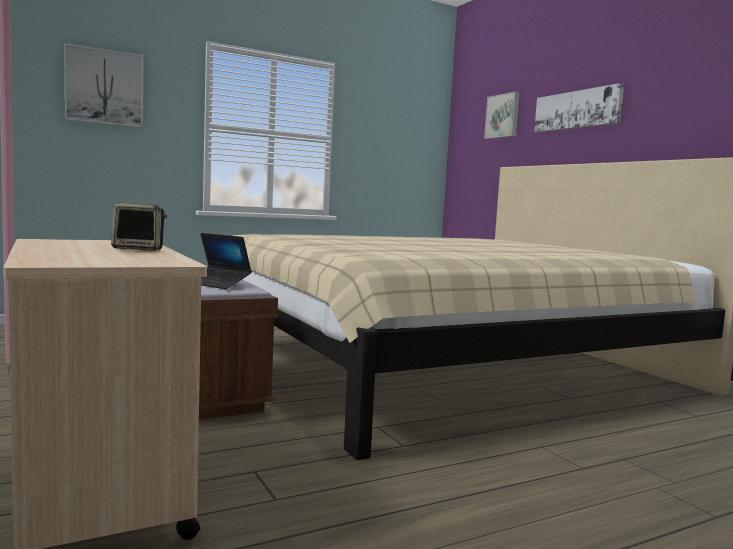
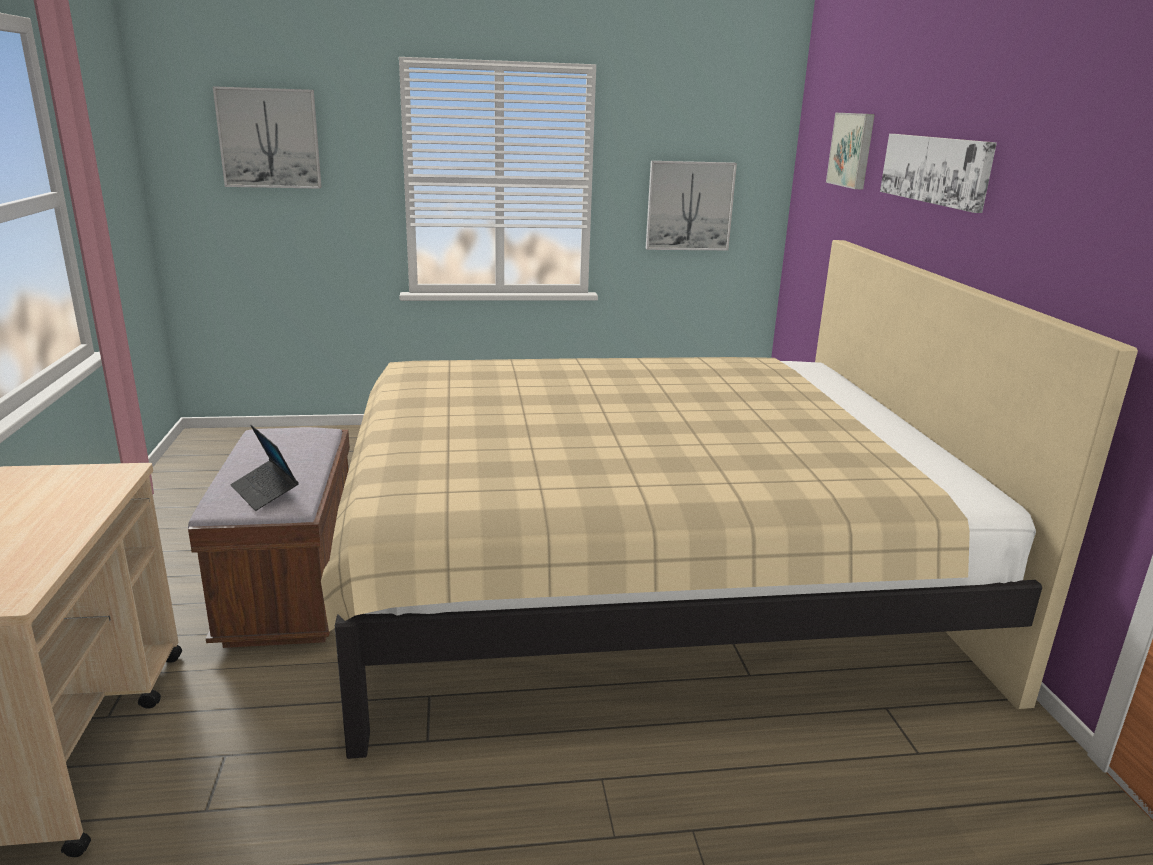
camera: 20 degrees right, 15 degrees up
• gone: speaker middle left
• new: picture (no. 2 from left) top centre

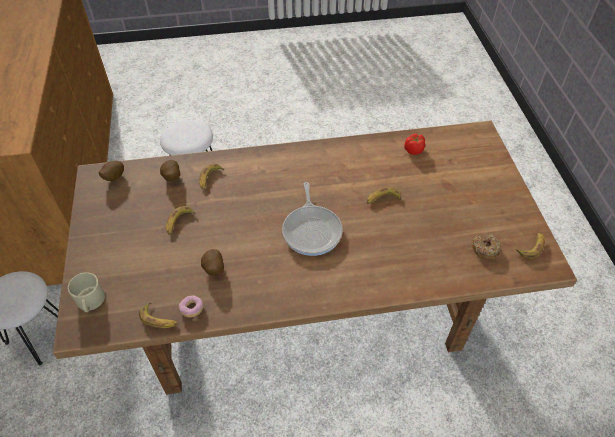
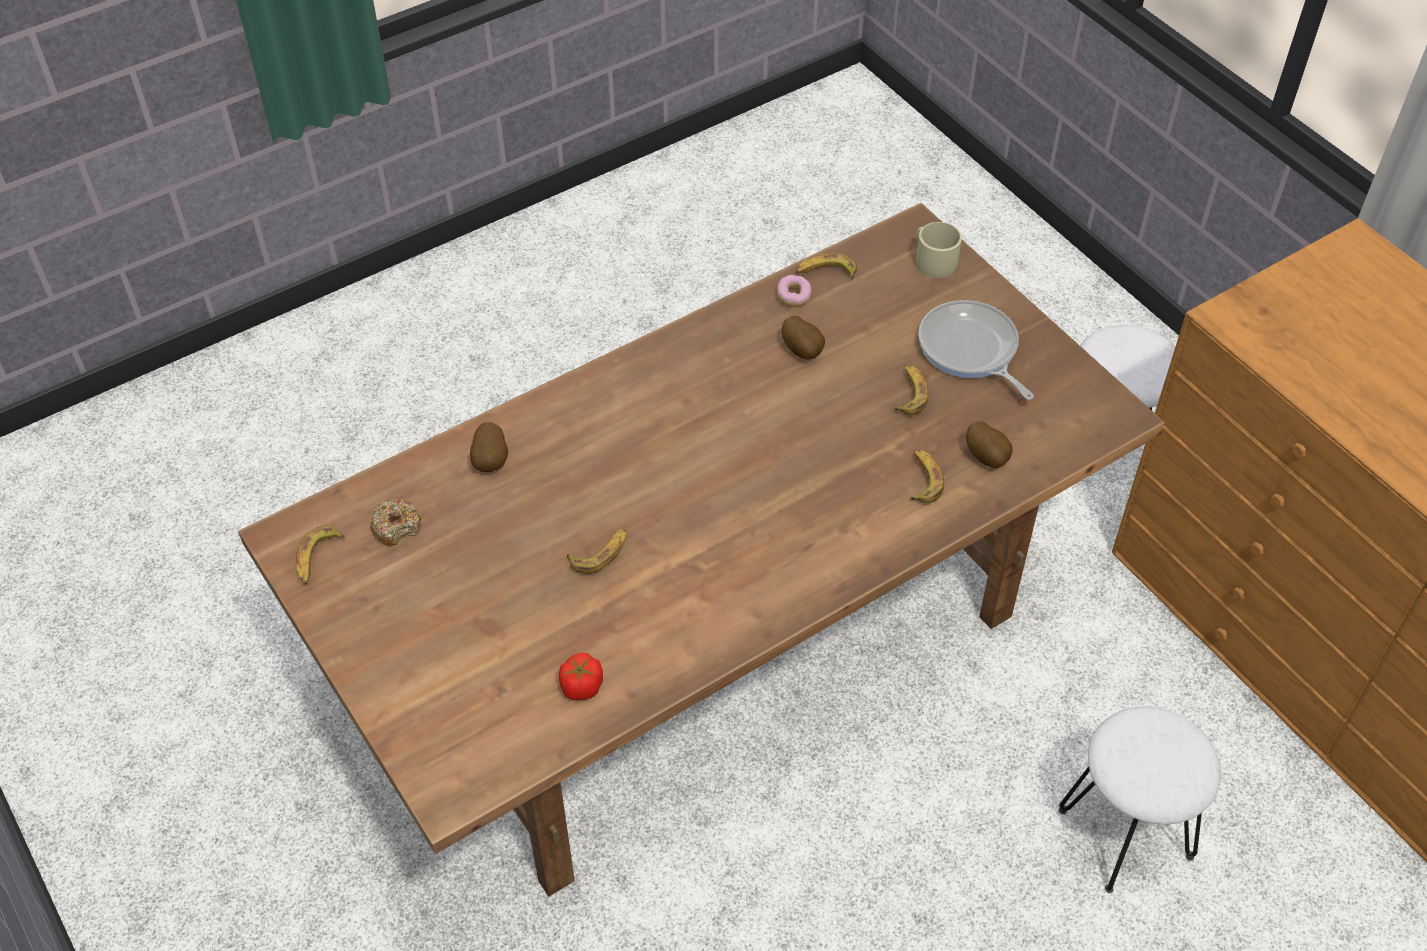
camera: 155 degrees right, 0 degrees up
• shifted: potato (no. 1 from left) middle left to centre
• shifted: frying_pan centre to middle right

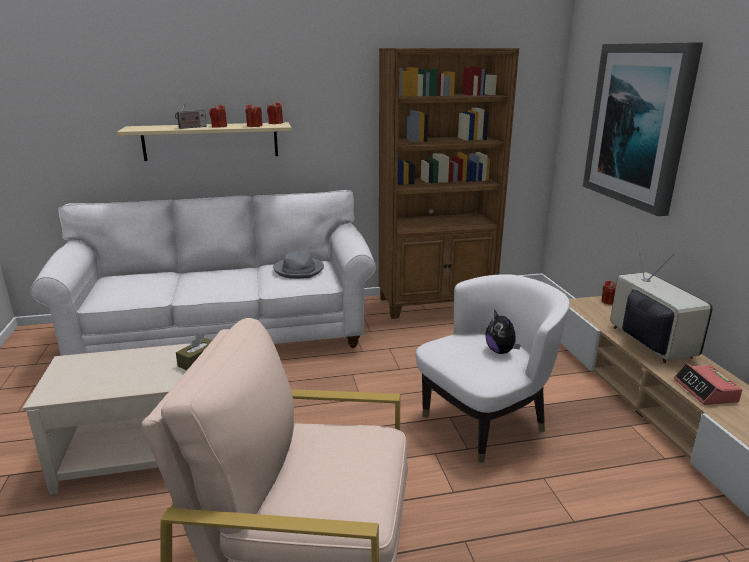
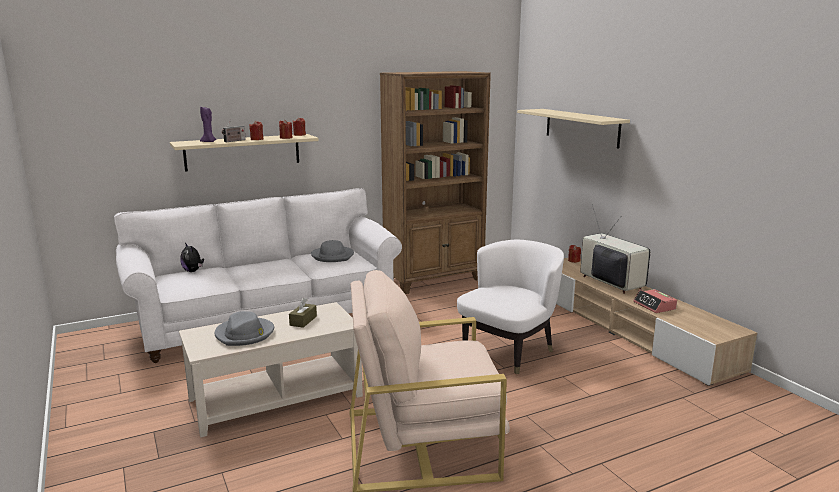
camera: 15 degrees left, 5 degrees down
• shifted: plush_toy middle right to middle left
• swapped: picture top right to beige_shelf (no. 2 from left) top right
• new: purple_candle top left
• new: grey_hat (no. 1 from left) bottom left

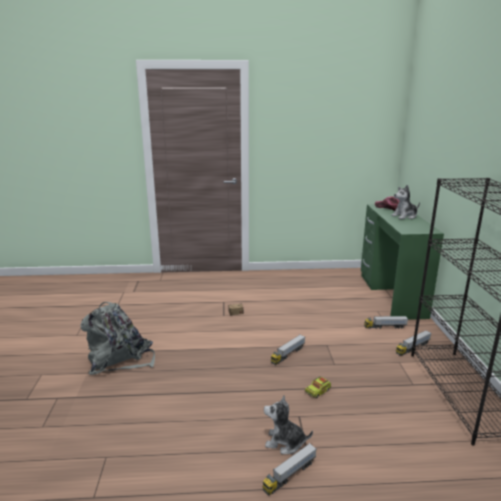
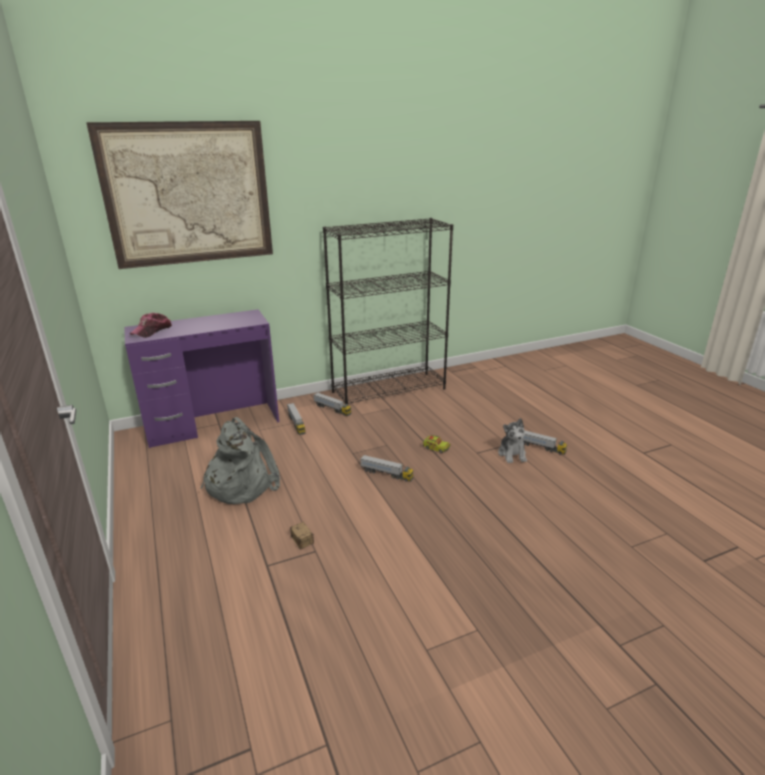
camera: 110 degrees left, 5 degrees up
• shifted: grey_backpack bottom left to middle left
• repainted: green_desk middle right to purple_desk middle left
• gone: plush_toy (no. 2 from left) middle right
• new: picture top left

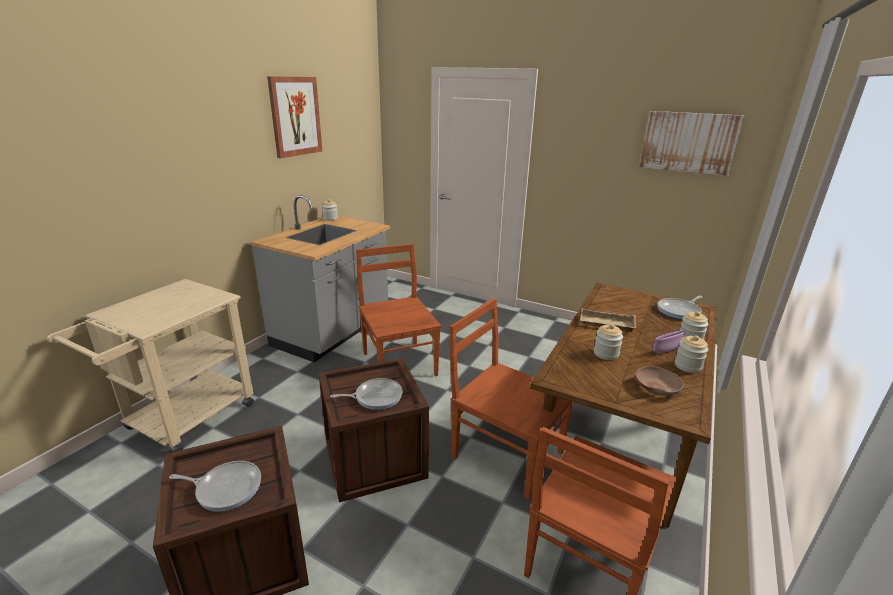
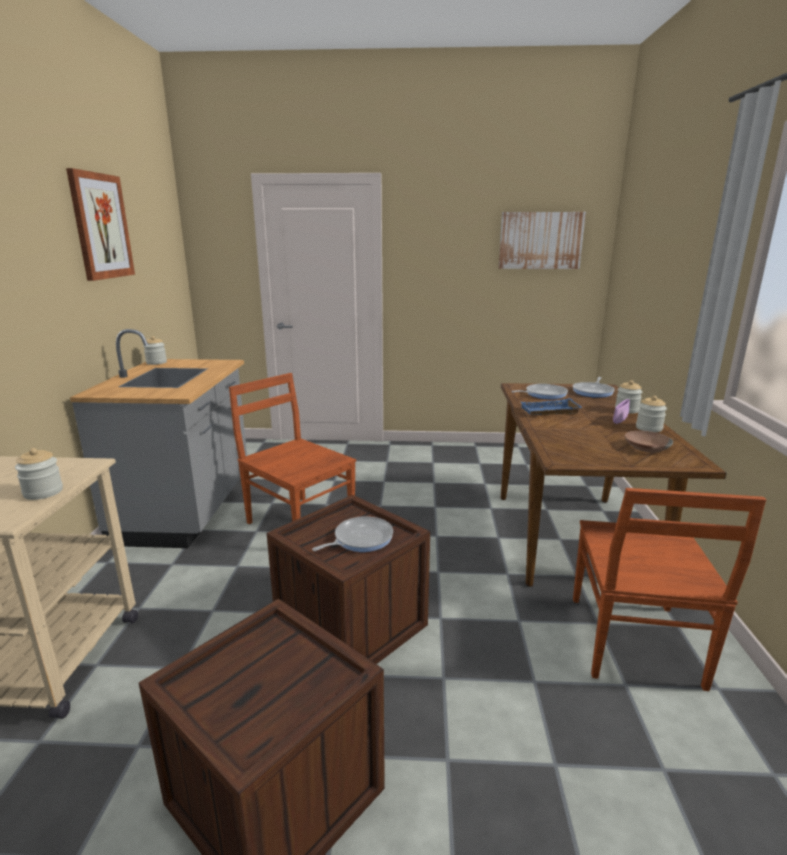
camera: 25 degrees left, 5 degrees down
• shifted: frying_pan (no. 1 from left in the first image) bottom left to frying_pan (no. 2 from left) middle right
• gone: brown_chair (no. 2 from left) bottom centre
• repainted: beige_tray middle right to blue_tray middle right
• shifted: jar (no. 2 from left in the first image) middle right to jar (no. 1 from left) middle left

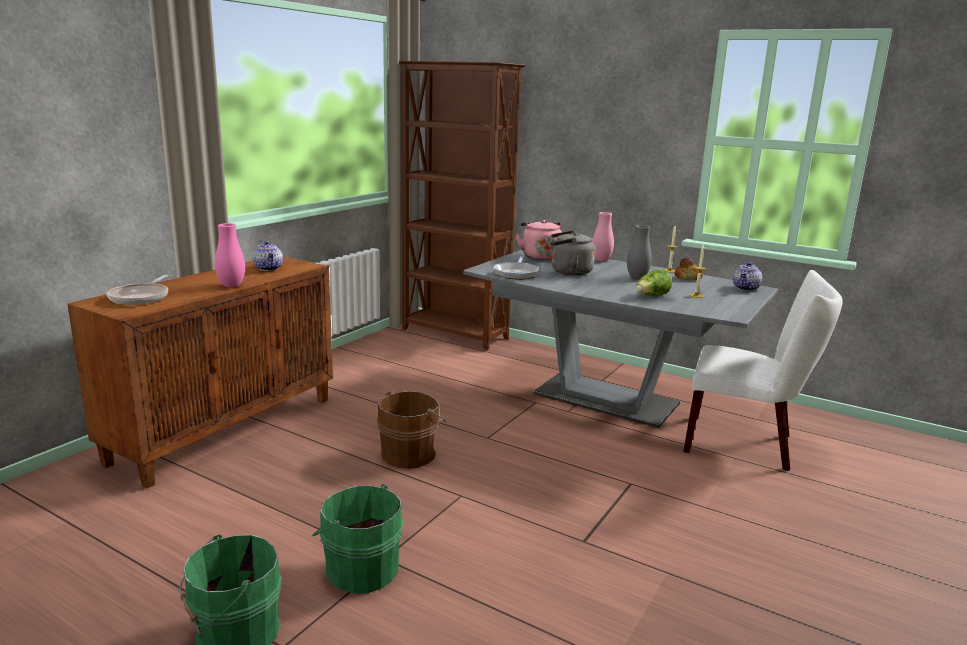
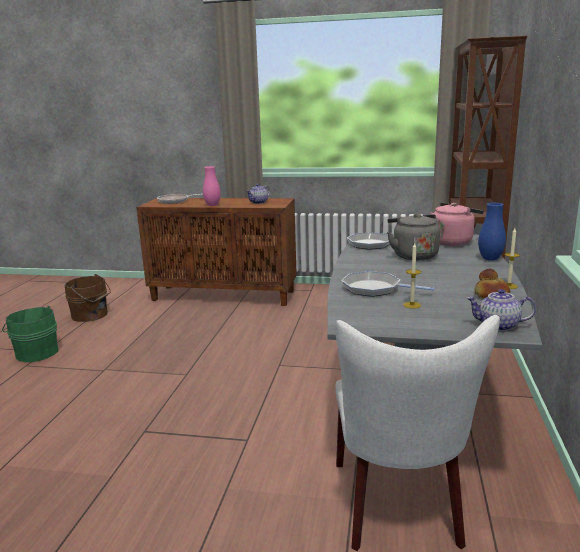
camera: 70 degrees right, 0 degrees up
• gone: green_bucket (no. 2 from left) bottom centre
• shifted: brown_bucket bottom centre to middle left
• repainted: pink_vase (no. 2 from left) centre to blue_vase middle right
• gone: grey_vase centre
• swapped: lettuce middle right to frying_pan (no. 3 from left) middle right

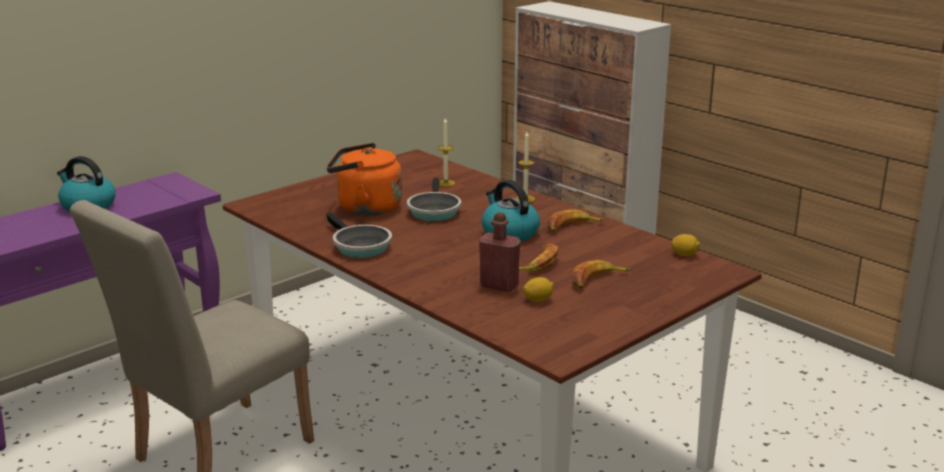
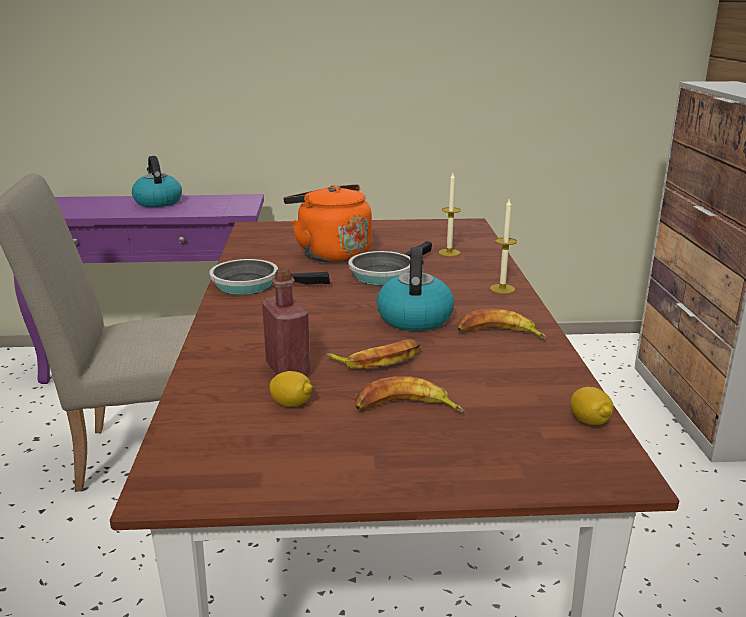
camera: 40 degrees right, 0 degrees up
• rotated: frying_pan (no. 1 from left) centre = centre 90 degrees clockwise

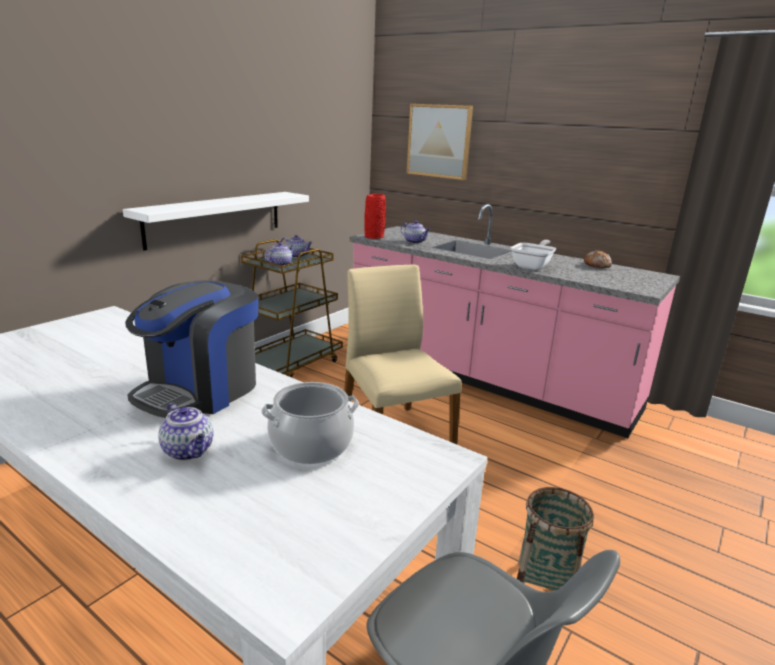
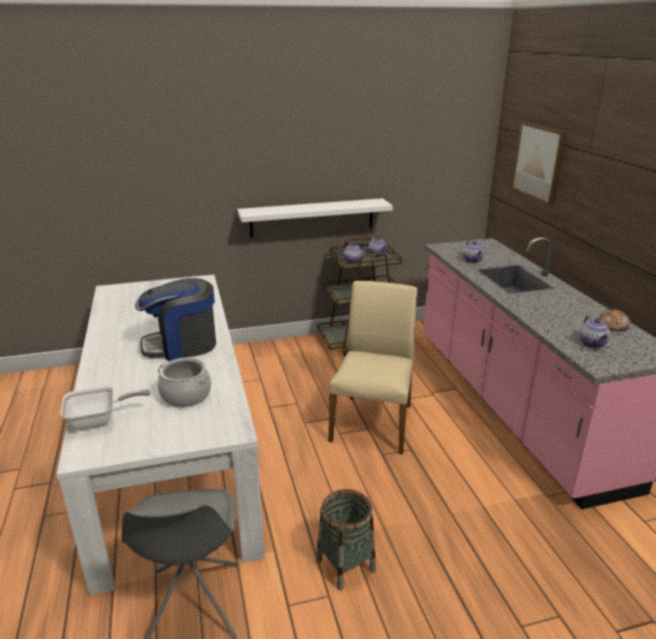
camera: 40 degrees right, 5 degrees up
• shifted: teapot (no. 1 from left in the first image) middle left to teapot (no. 4 from left) middle right
• gone: red_vase top centre
• shifted: frying_pan middle right to middle left

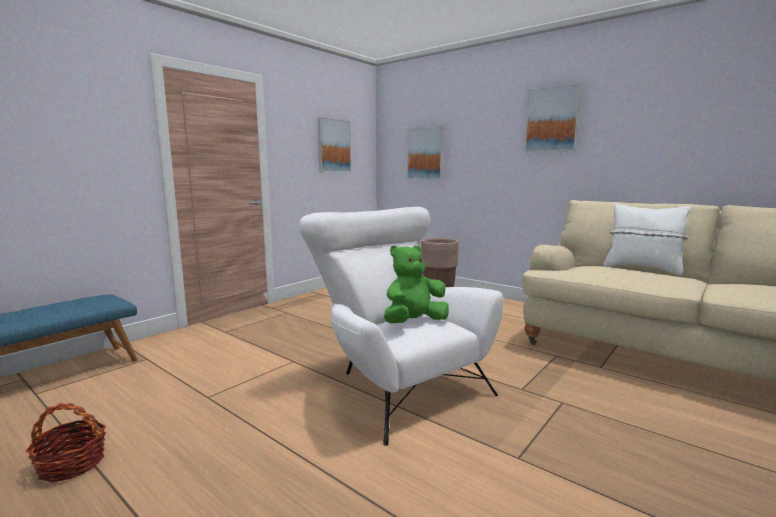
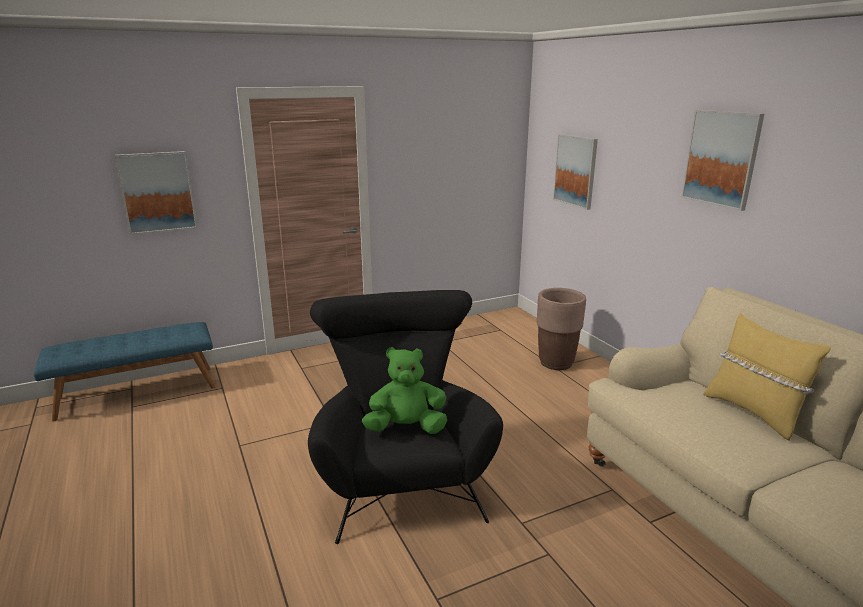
camera: 25 degrees right, 10 degrees up
• gone: basket bottom left
• repainted: white_armchair centre to black_armchair bottom centre
• shifted: picture (no. 1 from left) top centre to top left
• repainted: white_pillow middle right to yellow_pillow middle right

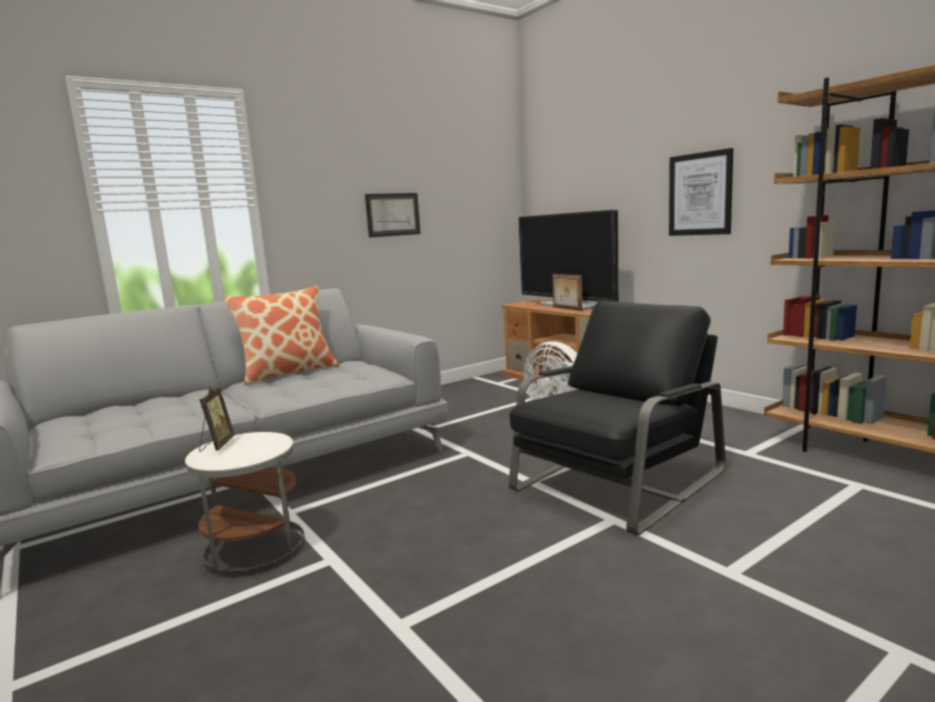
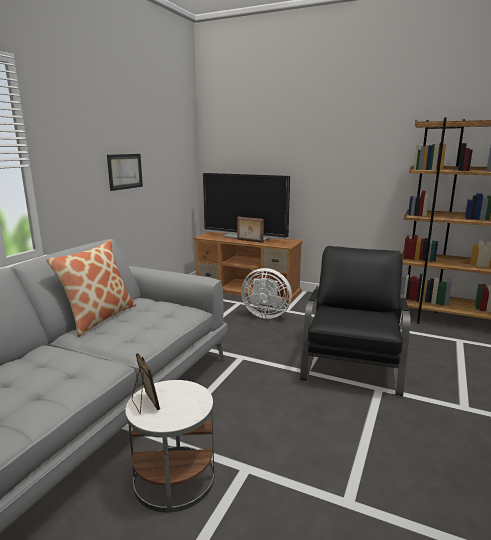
camera: 30 degrees left, 5 degrees up
• gone: picture (no. 2 from left) top right

